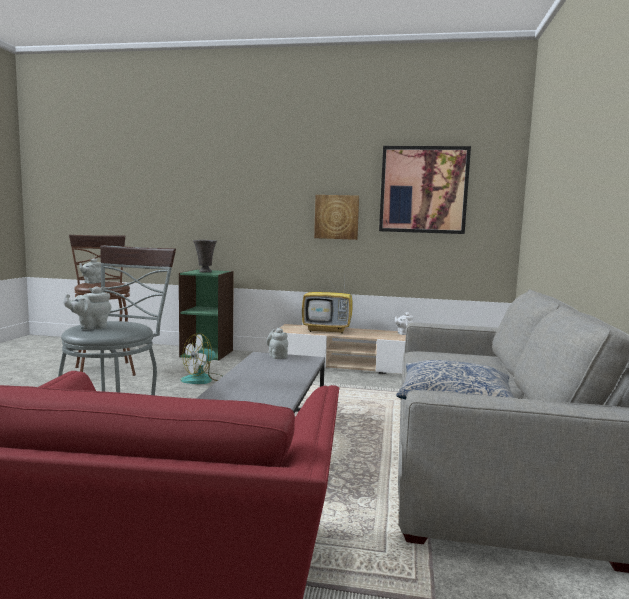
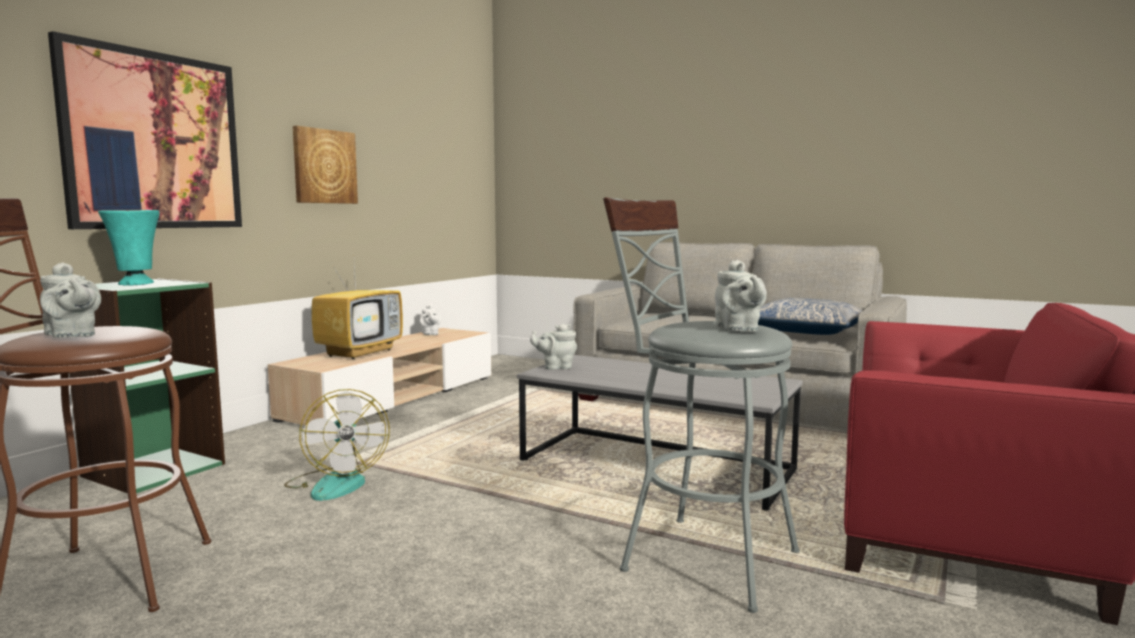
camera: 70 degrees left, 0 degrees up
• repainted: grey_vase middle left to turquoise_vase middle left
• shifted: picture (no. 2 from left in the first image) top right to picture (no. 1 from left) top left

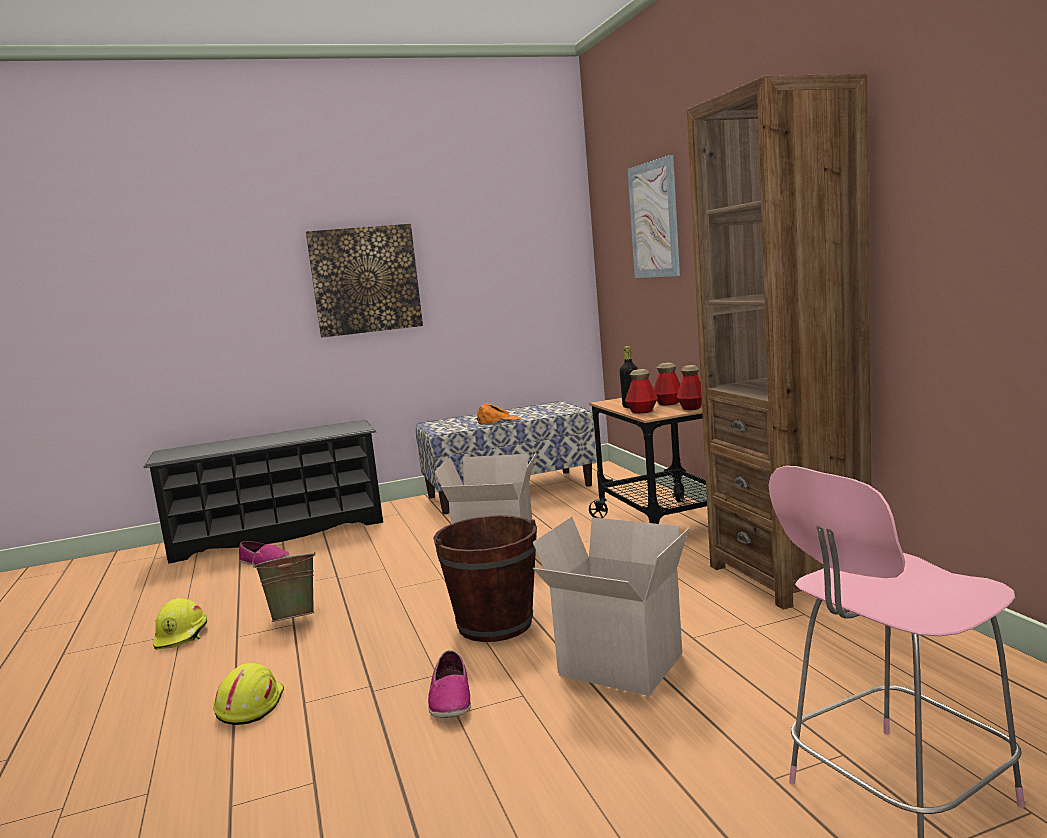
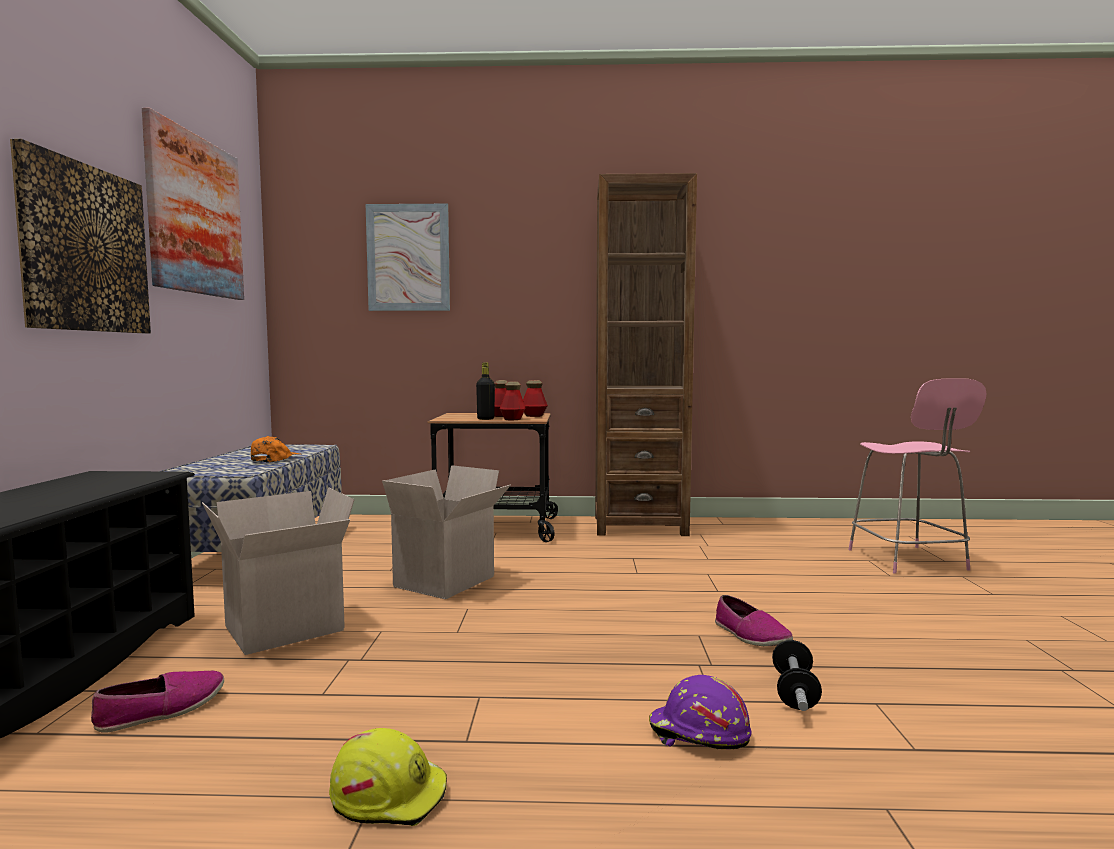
camera: 70 degrees left, 5 degrees down
• repainted: yellow_hard_hat (no. 2 from left) bottom left to purple_hard_hat bottom centre
• gone: green_bucket bottom left
• rotated: shoe (no. 2 from left) bottom centre = bottom right 45 degrees clockwise
• gone: brown_bucket bottom centre
• shifted: cardboard_box (no. 2 from left in the first image) bottom centre to cardboard_box (no. 1 from left) bottom left
• new: picture (no. 2 from left) top left
• new: dumbbell bottom right

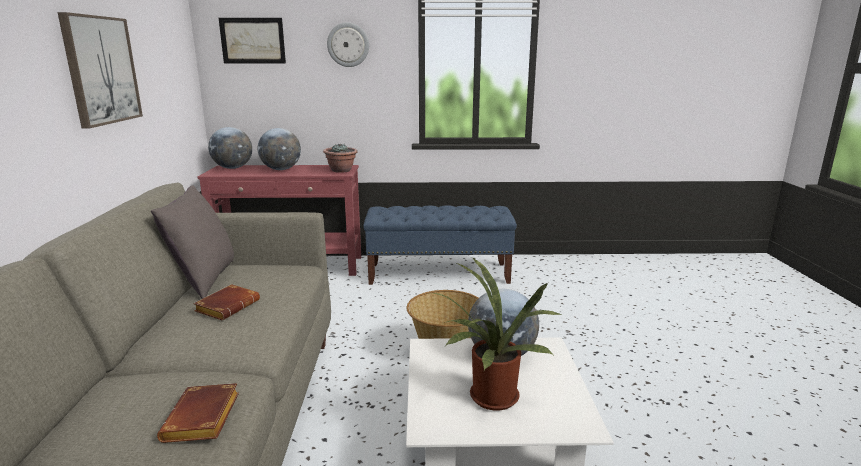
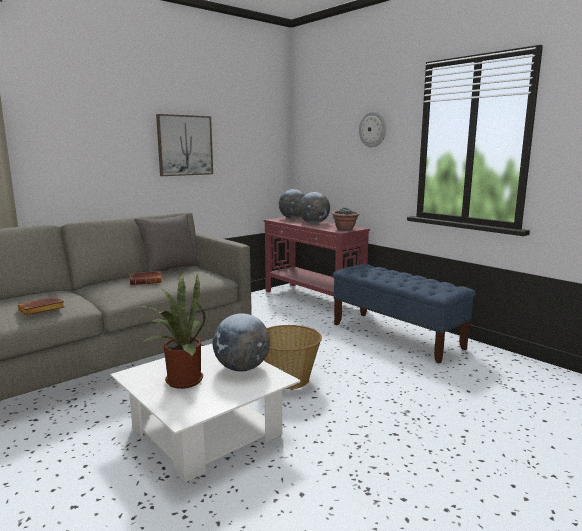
camera: 50 degrees right, 5 degrees down
• gone: picture (no. 2 from left) top left

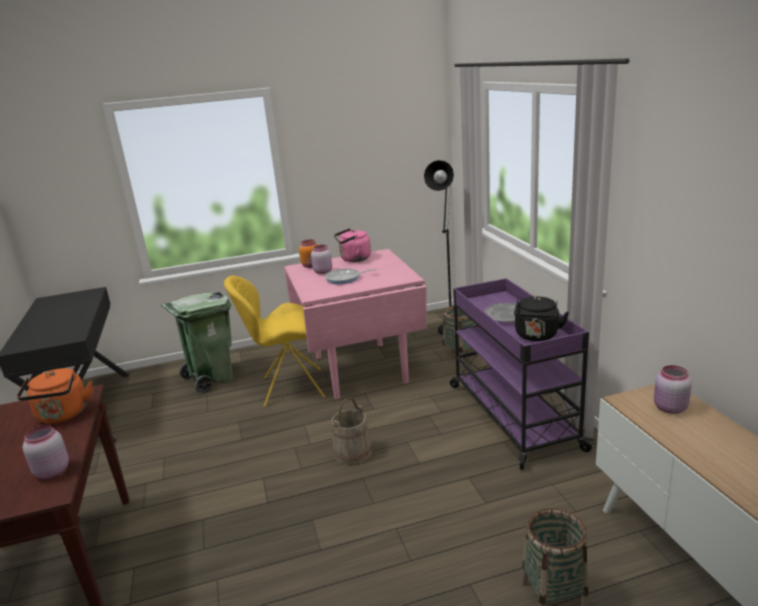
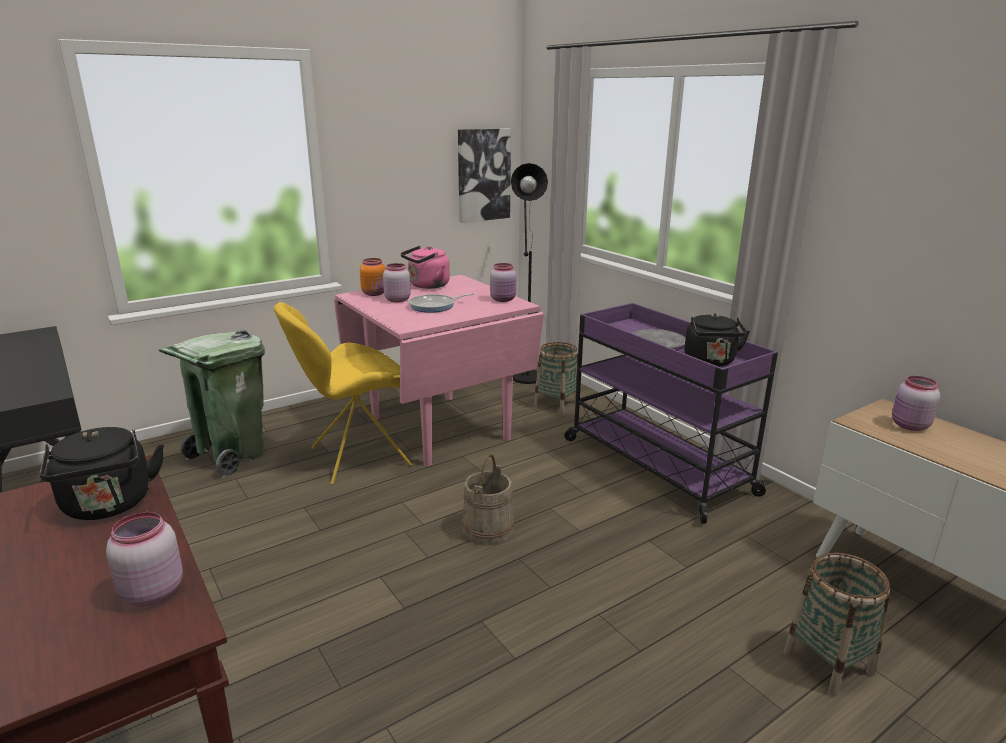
camera: 20 degrees left, 0 degrees up
• repainted: orange_kettle middle left to black_kettle (no. 1 from left) middle left
• new: picture top centre
• new: pink_jar (no. 3 from left) centre

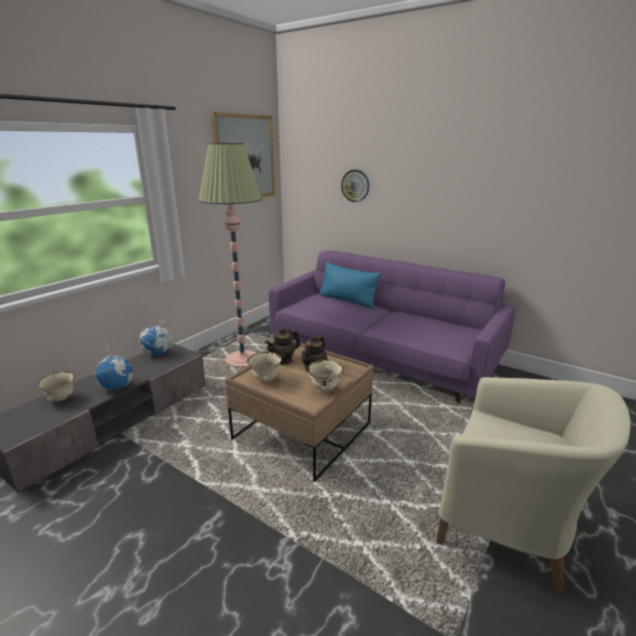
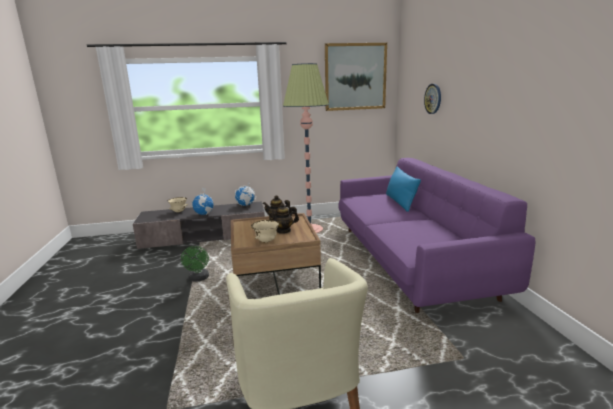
camera: 45 degrees right, 5 degrees down
• gone: beige_bowl (no. 2 from left) centre
• new: green_fan middle left

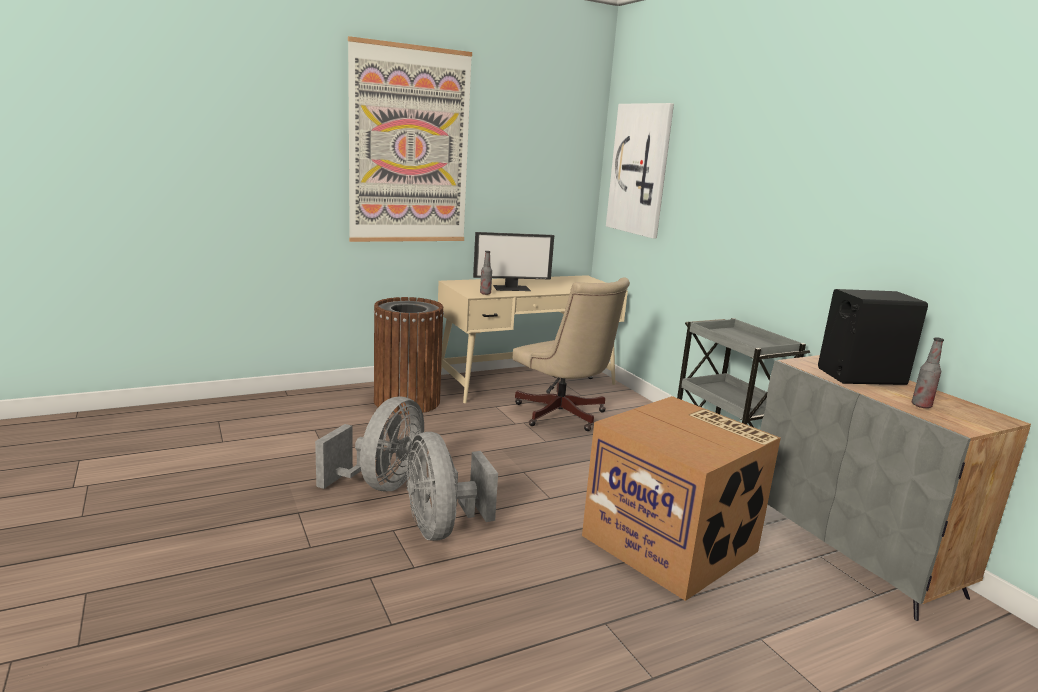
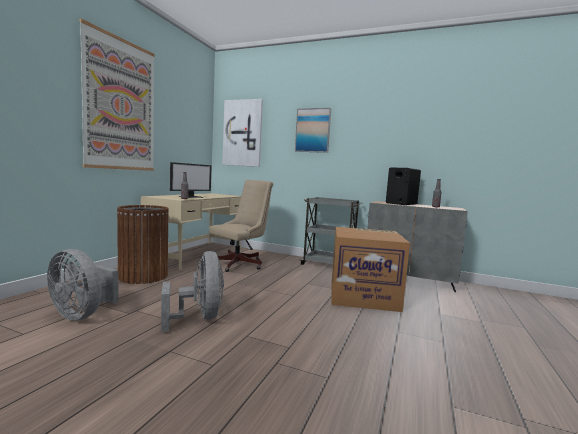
camera: 40 degrees left, 10 degrees down
• shifted: grey_fan (no. 2 from left in the first image) bottom centre to grey_fan (no. 1 from left) middle left
• rotated: beige_office_chair centre = centre 60 degrees counterclockwise
• new: picture (no. 3 from left) top centre

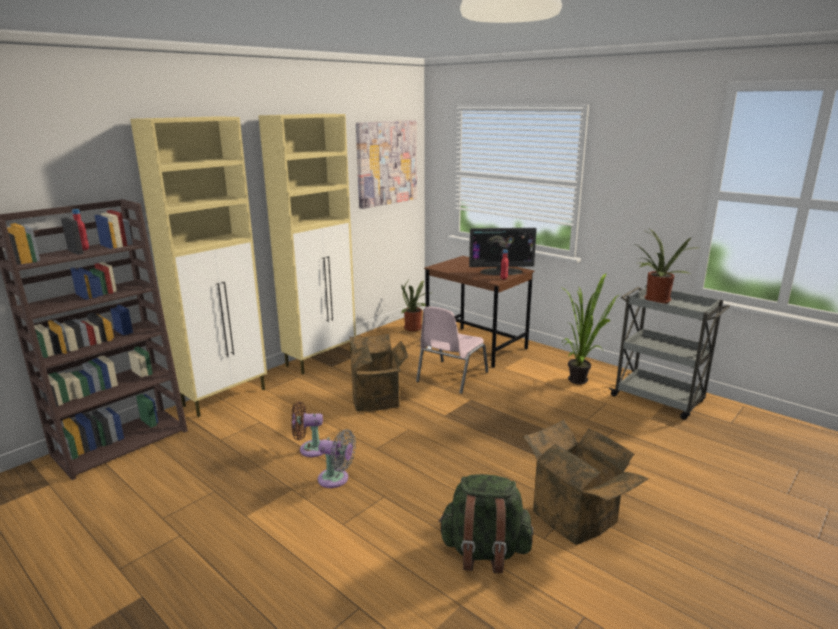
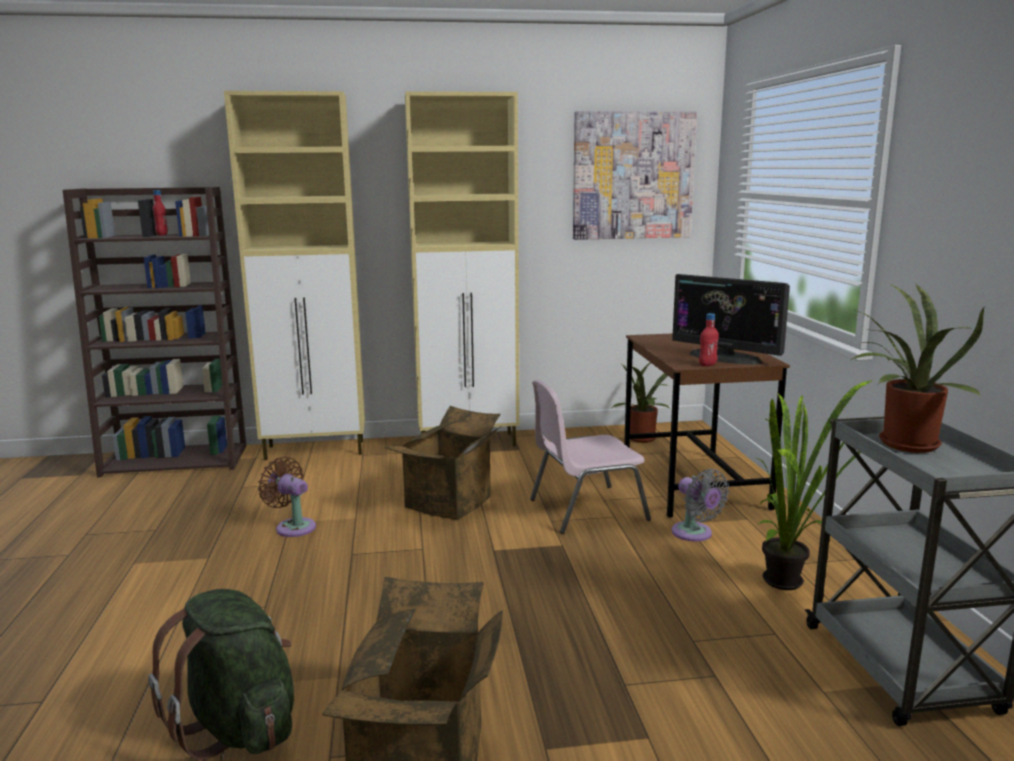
camera: 40 degrees right, 5 degrees down
• shifted: grey_fan bottom centre to middle right

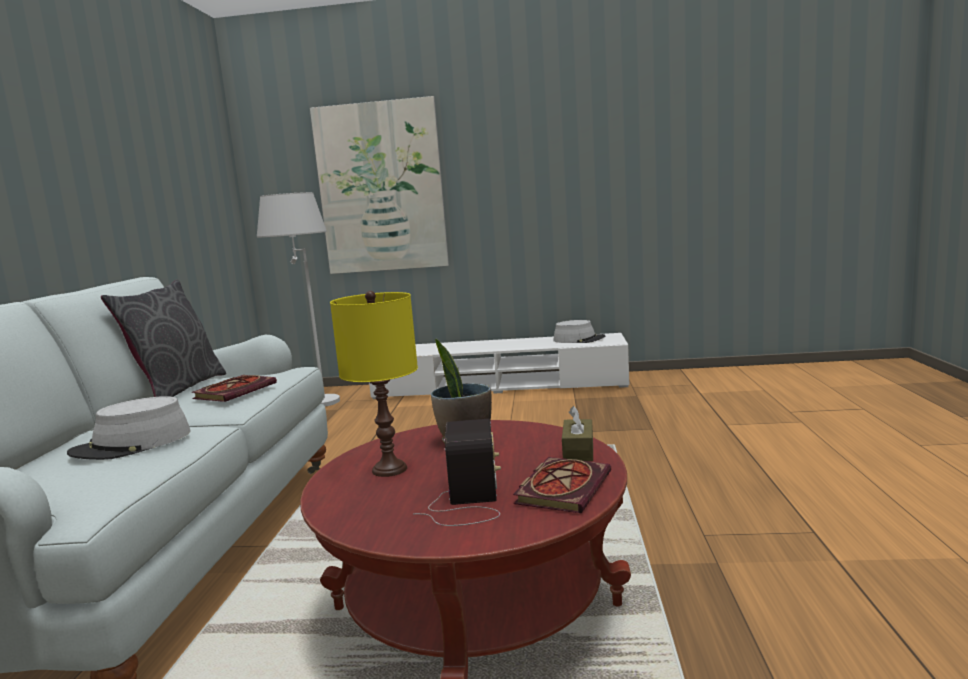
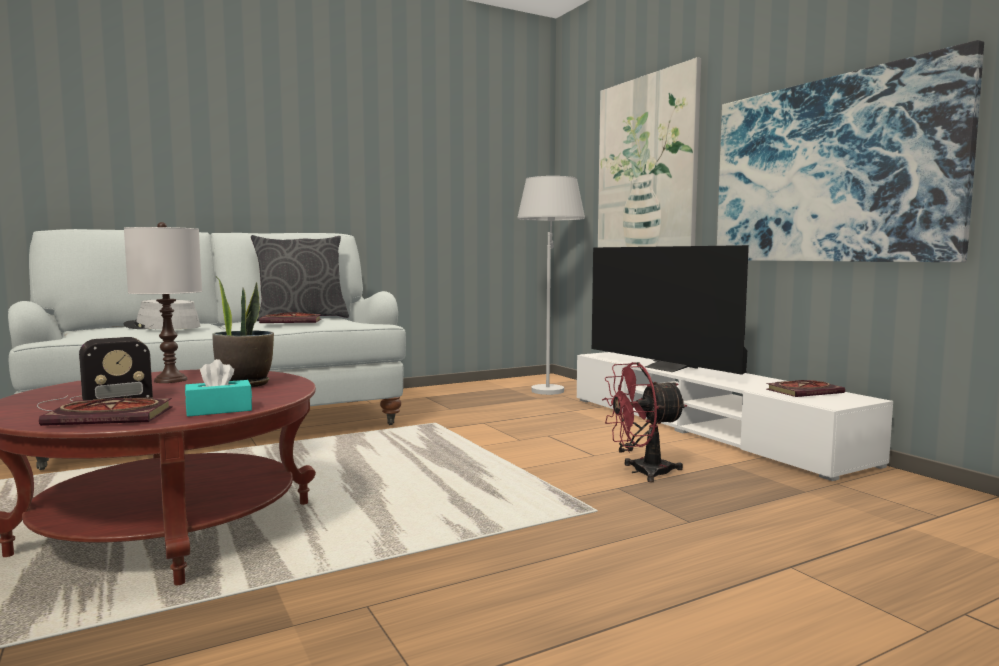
camera: 55 degrees right, 5 degrees down
• repainted: yellow_table_lamp centre to white_table_lamp middle left
• swapped: grey_hat (no. 2 from left) centre to book (no. 3 from left) middle right
• repainted: brown_tissue_box centre to turquoise_tissue_box middle left
• new: television middle right
• new: red_fan centre
• new: picture (no. 2 from left) top right

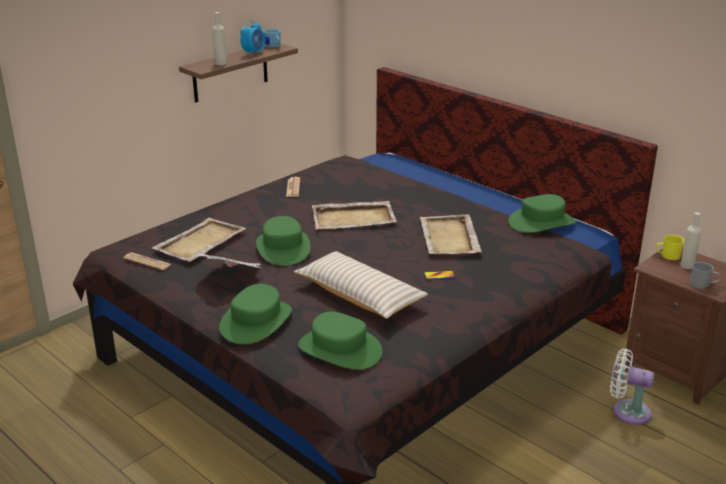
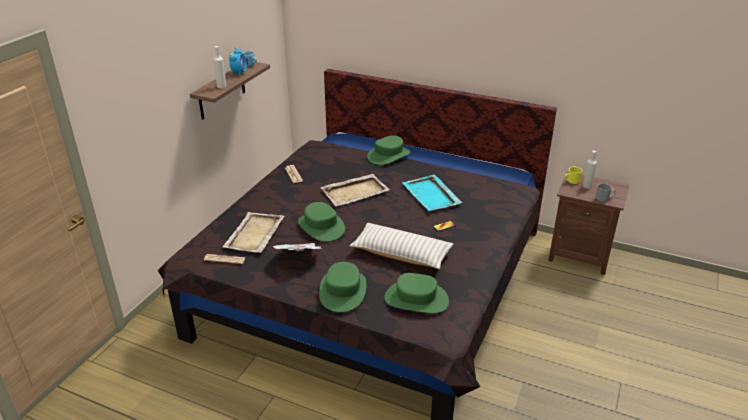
camera: 20 degrees left, 5 degrees up
• repainted: beige_tray (no. 3 from left) centre to turquoise_tray centre
• shifted: green_hat (no. 4 from left in the first image) middle right to green_hat (no. 3 from left) centre
• gone: white_fan bottom right

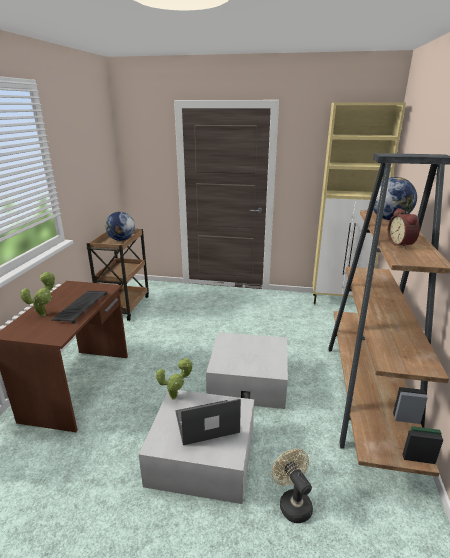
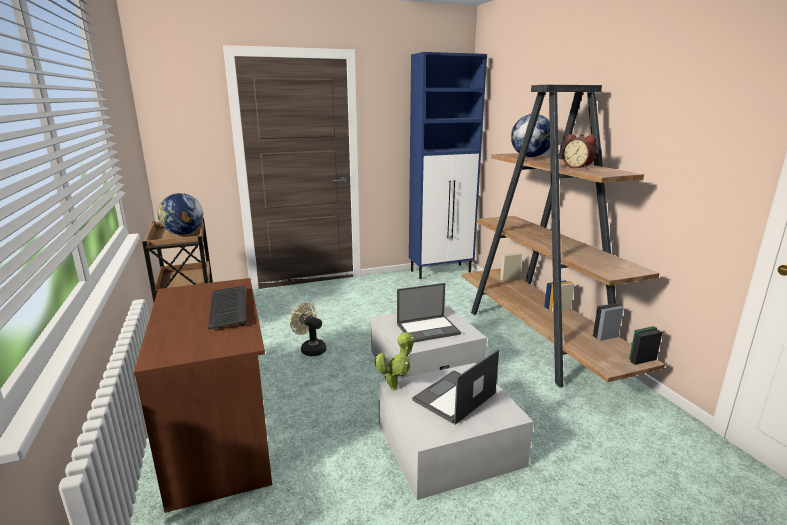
camera: 30 degrees left, 5 degrees down
• gone: potted_plant (no. 1 from left) middle left
• shifted: beige_fan bottom centre to centre
• repainted: beige_cabinet middle right to blue_cabinet top centre
• new: laptop (no. 1 from left) centre

